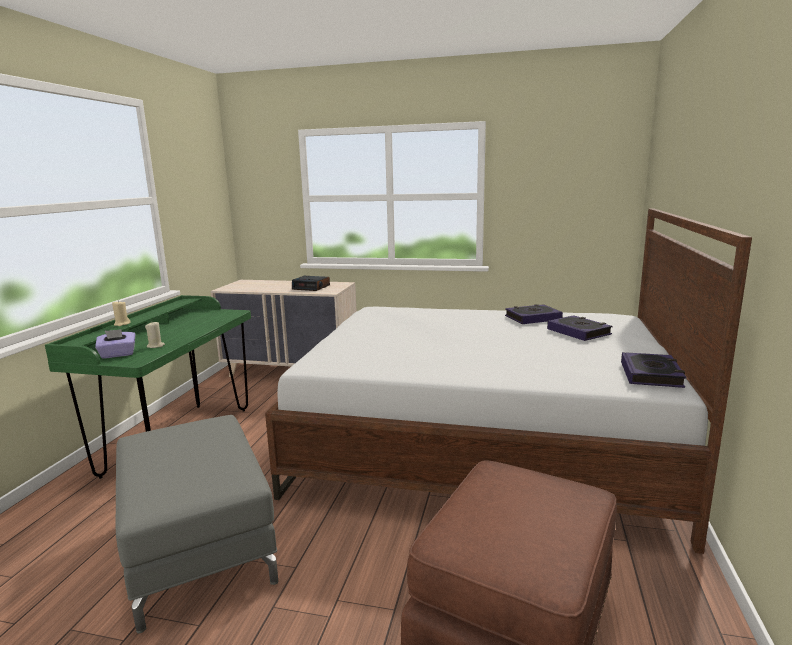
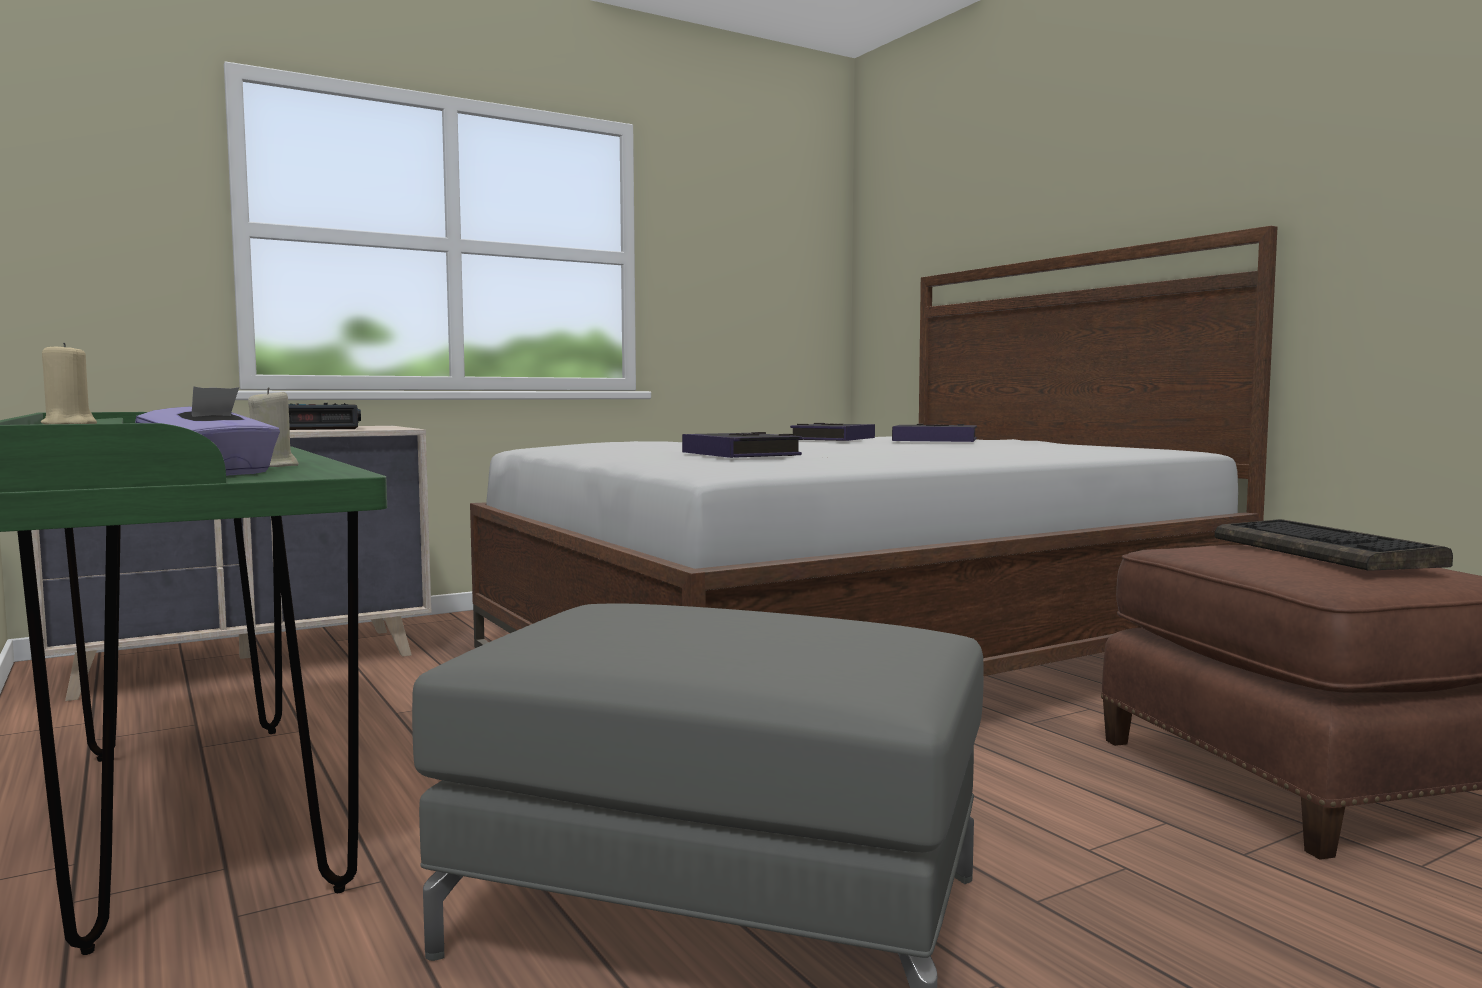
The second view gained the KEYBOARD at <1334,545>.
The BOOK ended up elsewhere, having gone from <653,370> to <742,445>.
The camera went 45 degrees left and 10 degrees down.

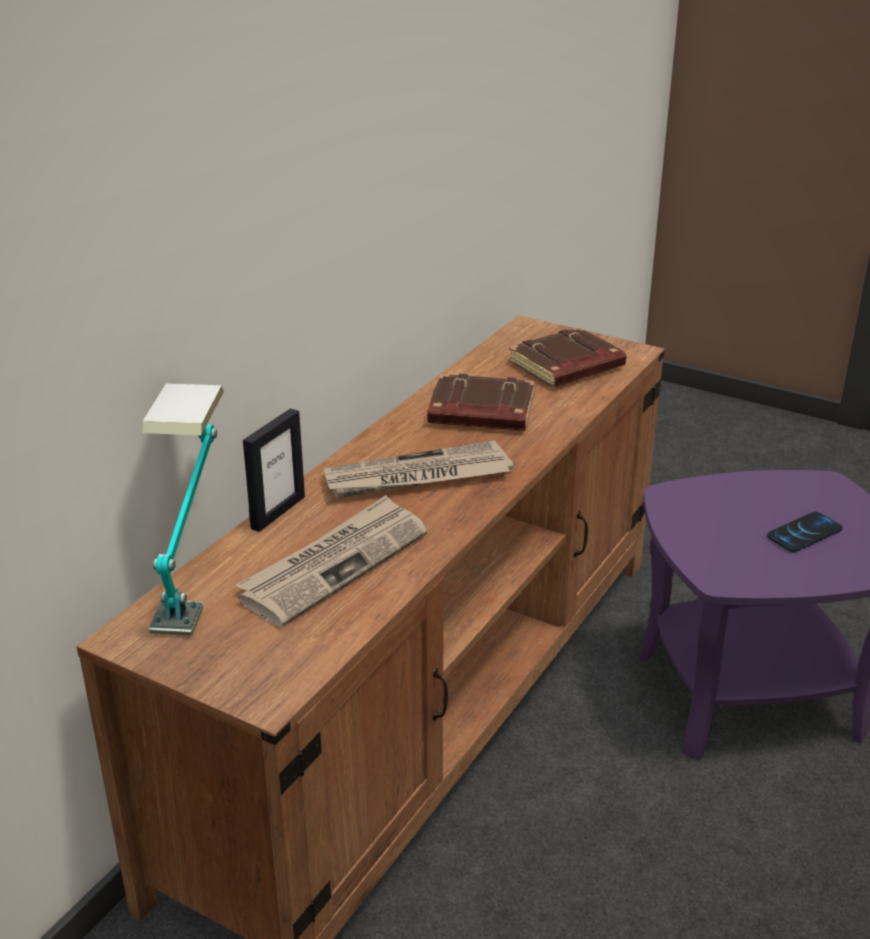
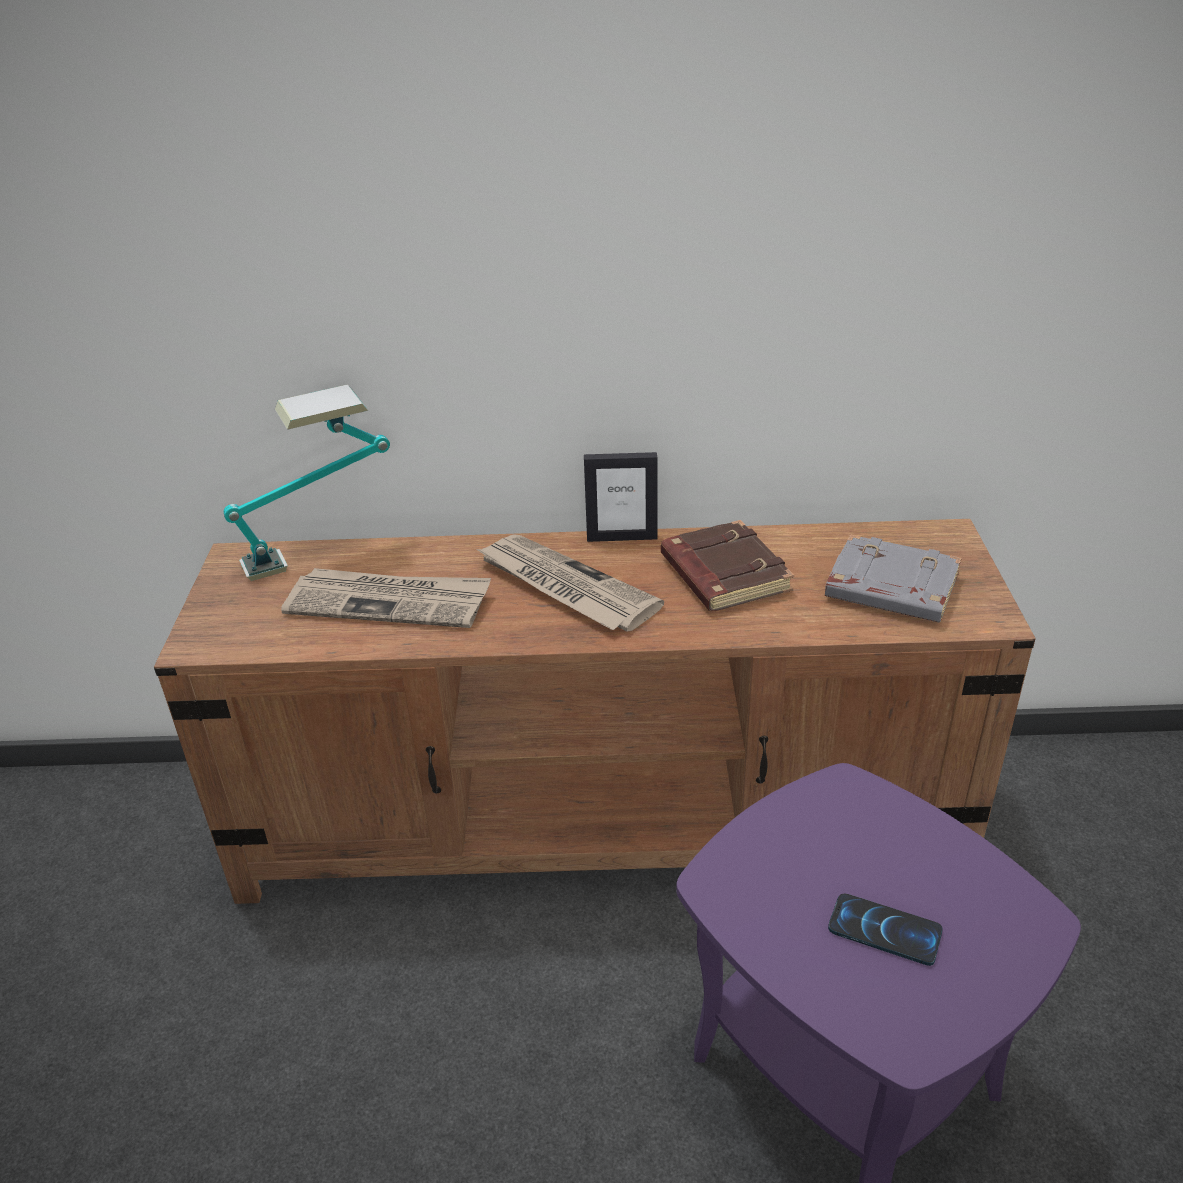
The PICTURE FRAME ended up elsewhere, having gone from <274,470> to <620,497>.
What was the BROWN BOOK at <567,357> turned into the GREY BOOK at <893,578>.
The camera went 60 degrees right and 5 degrees up.

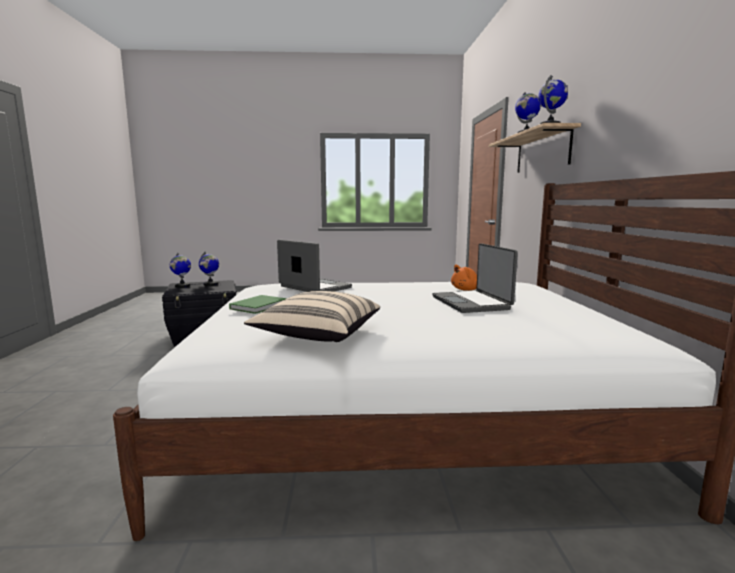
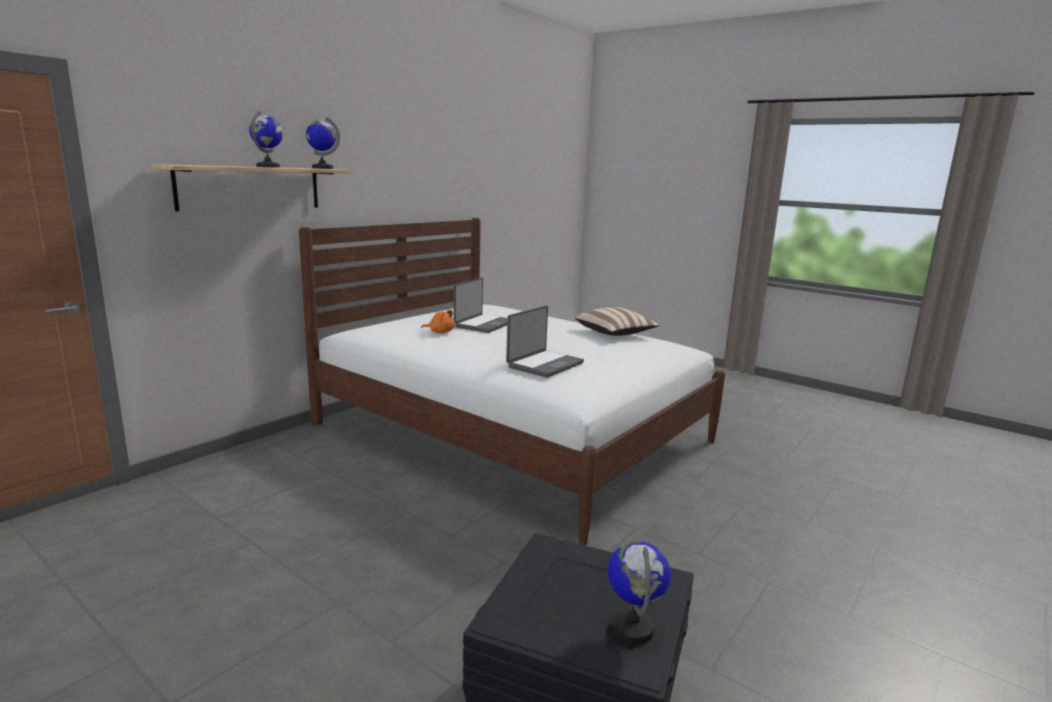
The second view lost the GLOBE at <209,269>.
The second view lost the GREEN BOOK at <258,304>.
The LAPTOP at <314,266> ended up facing another way, 135 degrees counterclockwise from before.
The camera went 140 degrees left and 5 degrees up.

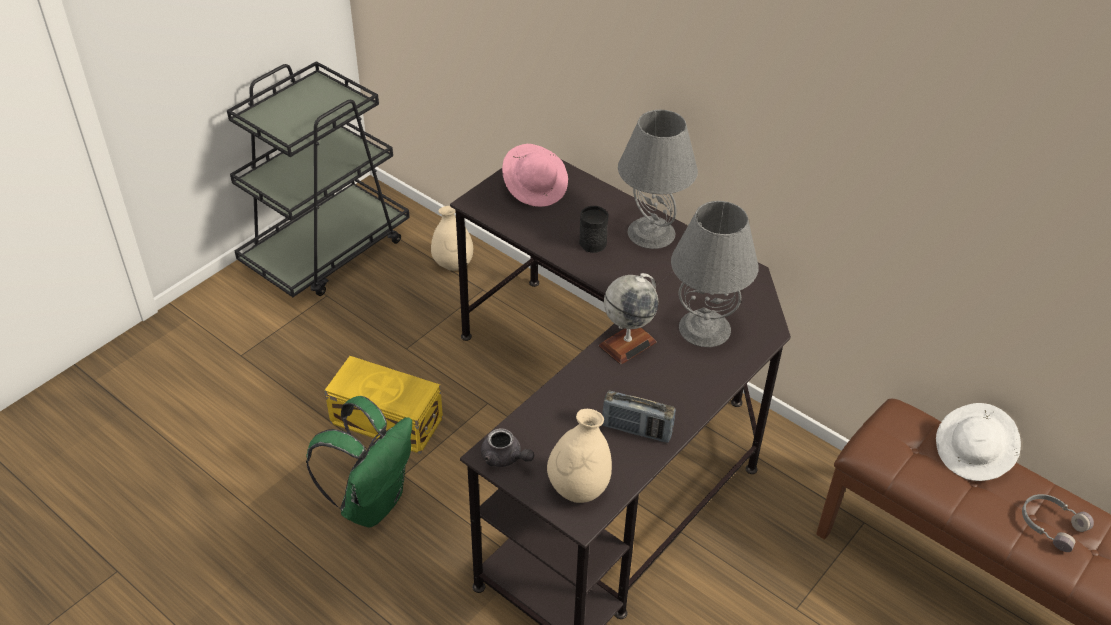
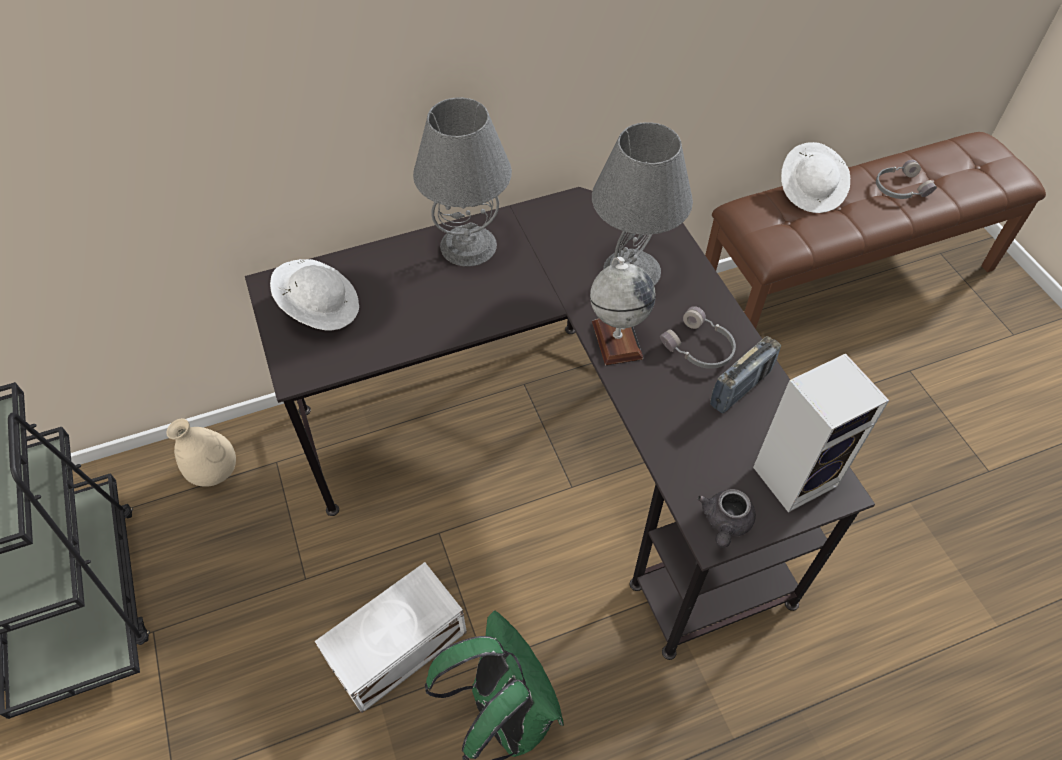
The second view lost the BLACK MUG at <594,229>.
The second view gained the GREY HEADPHONES at <698,337>.
Where the BEIGE VASE stood at <579,456>, the SPEAKER came to stand at <821,433>.
What was the YELLOW STORAGE BOX at <384,405> turned into the WHITE STORAGE BOX at <391,637>.
What was the PINK HAT at <535,175> turned into the WHITE HAT at <314,294>.
The GREY TEAPOT at <507,447> ended up facing another way, 135 degrees clockwise from before.
The camera went 60 degrees left and 10 degrees up.

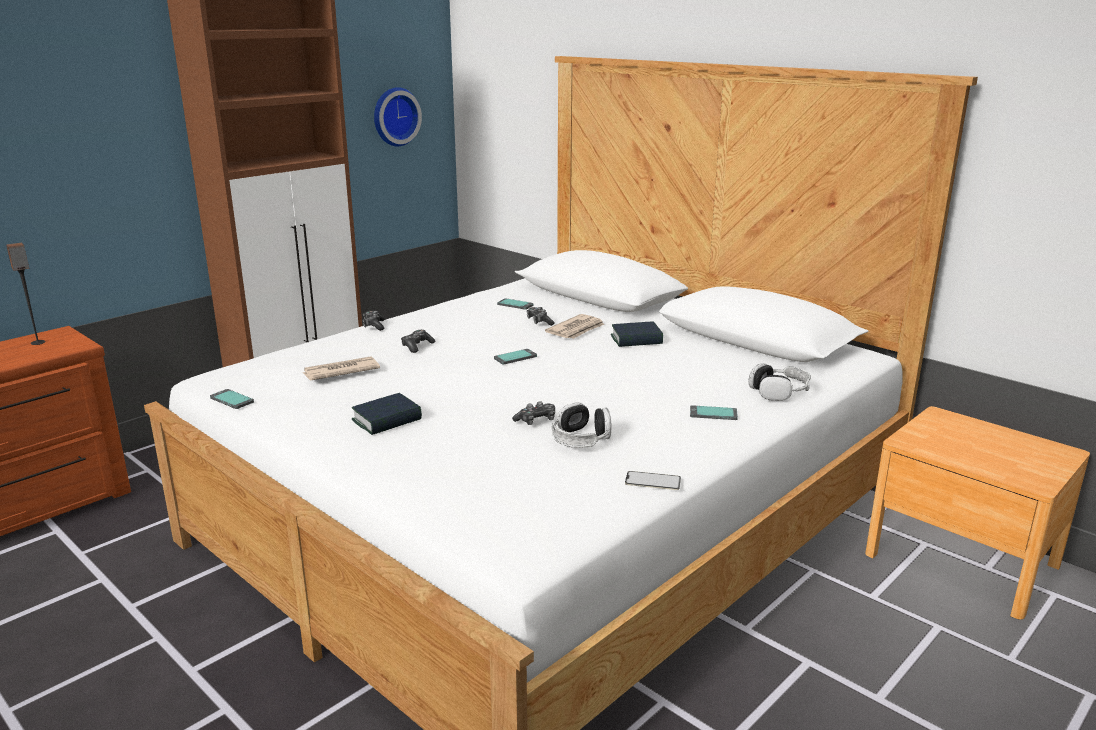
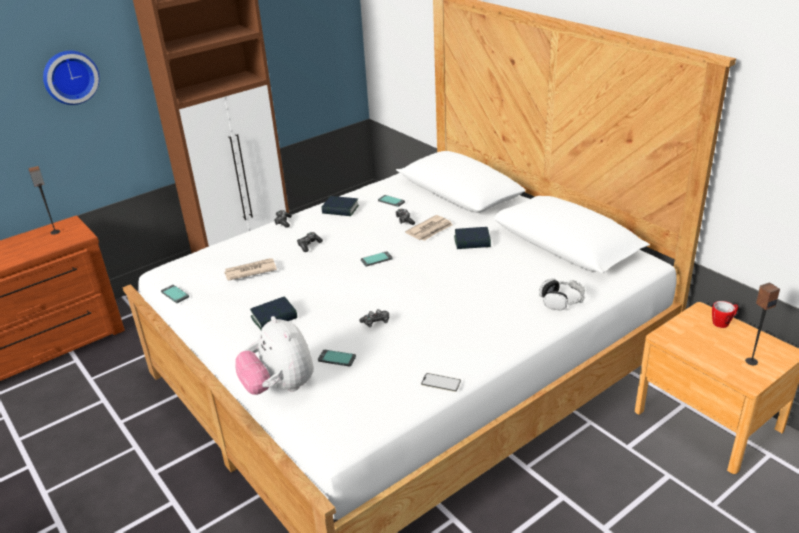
The second view lost the HEADPHONES at <581,425>.
The second view gained the PLUSH TOY at <274,355>.
The second view gained the BOOK at <340,206>.
The second view gained the MUG at <725,314>.
The second view gained the SPEAKER at <762,323>.
The WALL CLOCK ended up elsewhere, having gone from <398,116> to <71,78>.
The PHONE ended up elsewhere, having gone from <714,412> to <337,358>.
The camera went 10 degrees right and 10 degrees up.

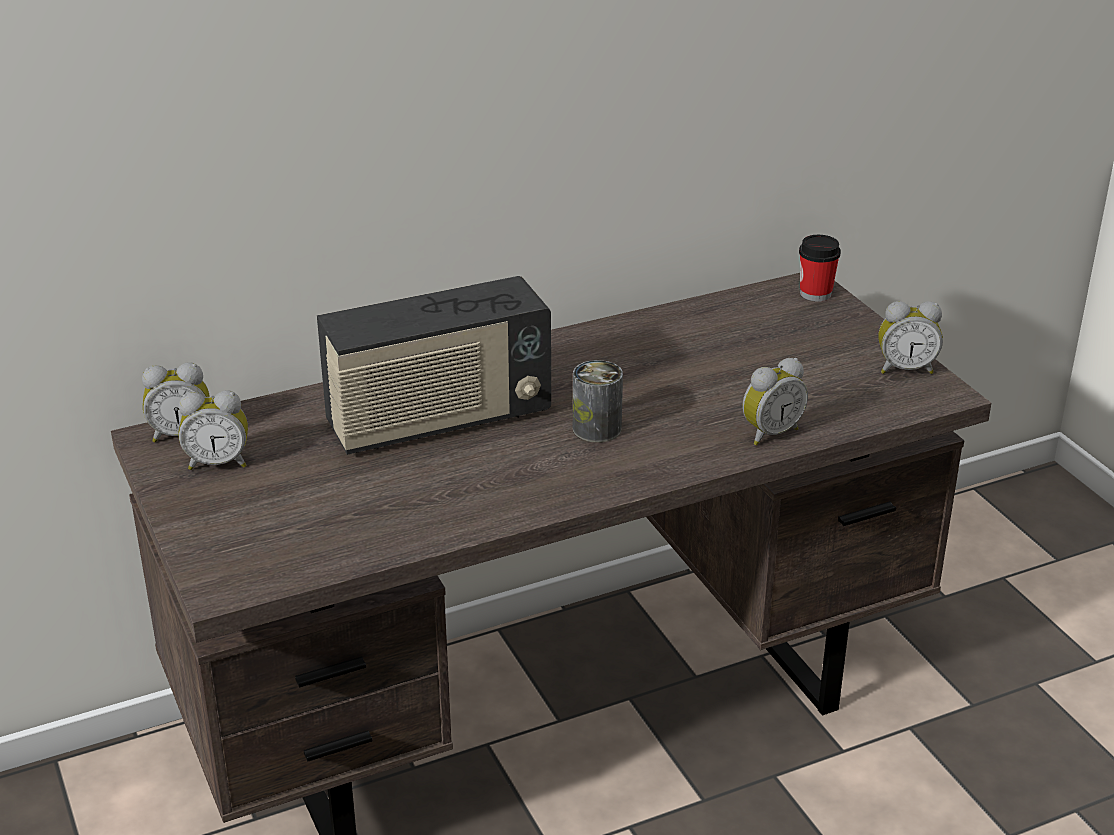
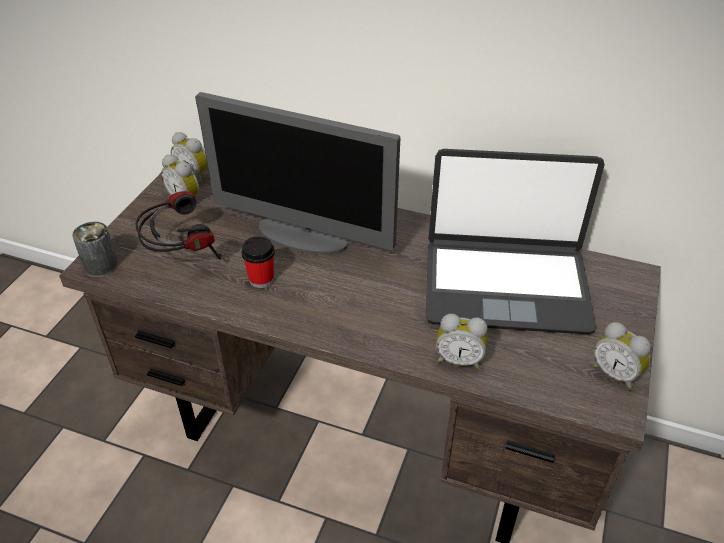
The second view gained the HEADPHONES at <178,225>.
The second view gained the LAPTOP at <515,241>.
The CAN ended up elsewhere, having gone from <598,401> to <95,249>.
The CUP ended up elsewhere, having gone from <820,268> to <258,262>.
Where the RADIO stood at <434,365>, the MONITOR came to stand at <297,173>.
The camera went 45 degrees right and 10 degrees up.

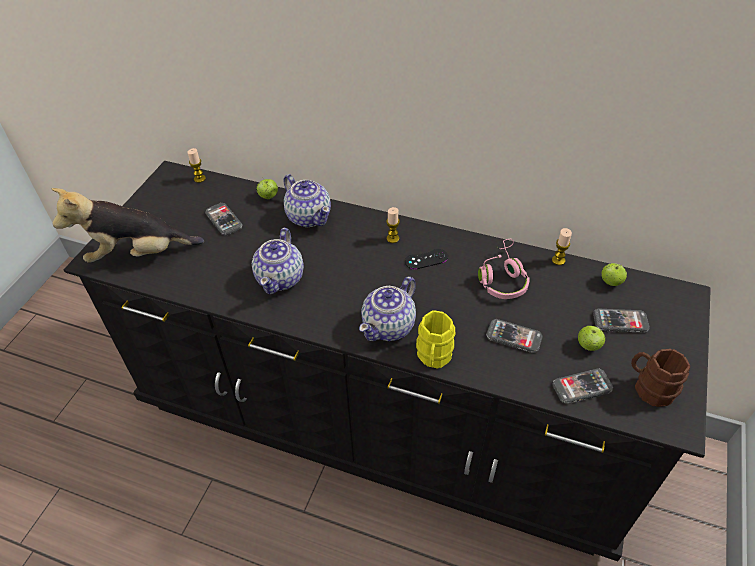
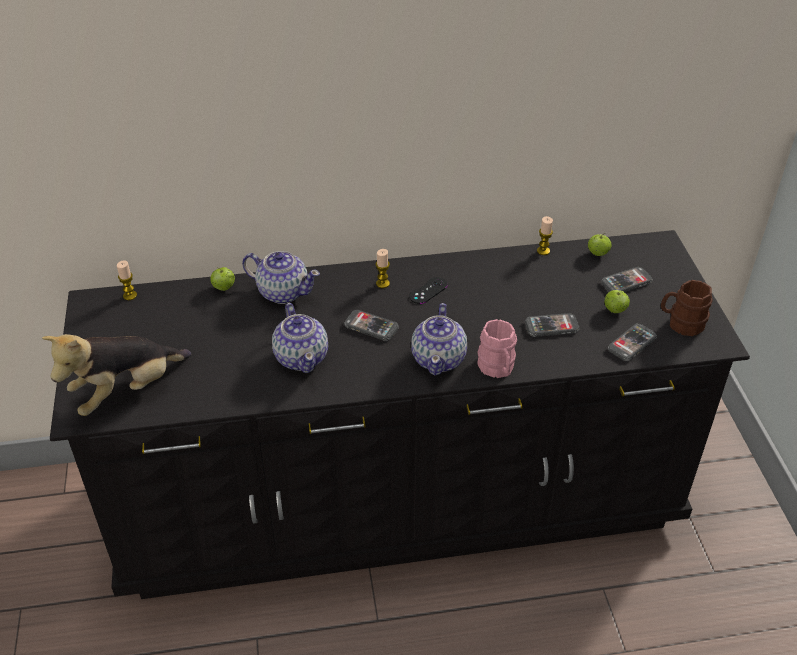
The second view lost the PINK HEADPHONES at <504,269>.
The PHONE ended up elsewhere, having gone from <224,219> to <371,325>.
What was the YELLOW MUG at <435,339> turned into the PINK MUG at <497,348>.
The camera went 30 degrees left and 5 degrees down.

